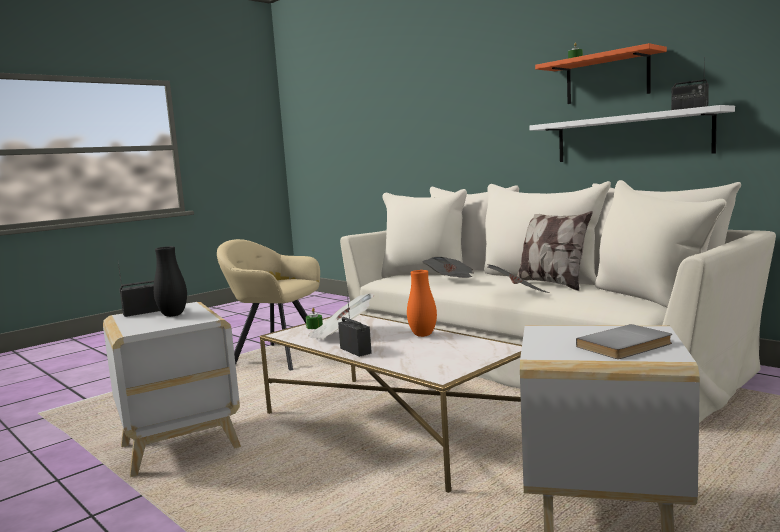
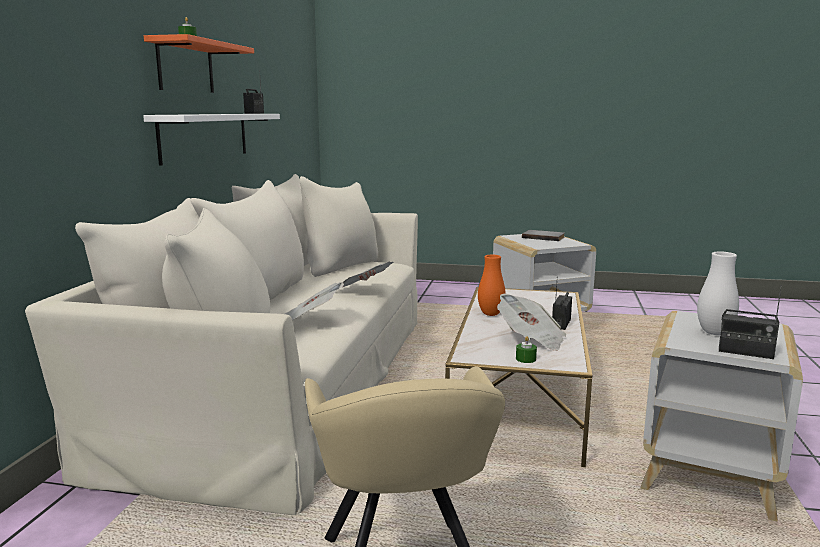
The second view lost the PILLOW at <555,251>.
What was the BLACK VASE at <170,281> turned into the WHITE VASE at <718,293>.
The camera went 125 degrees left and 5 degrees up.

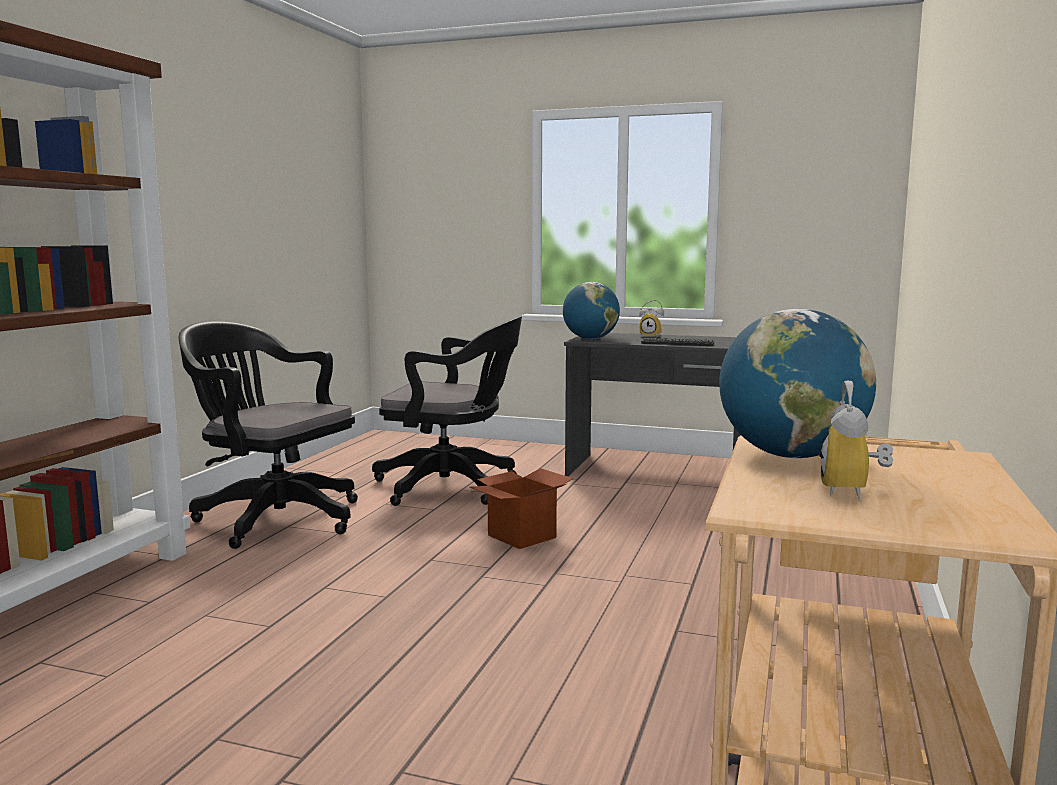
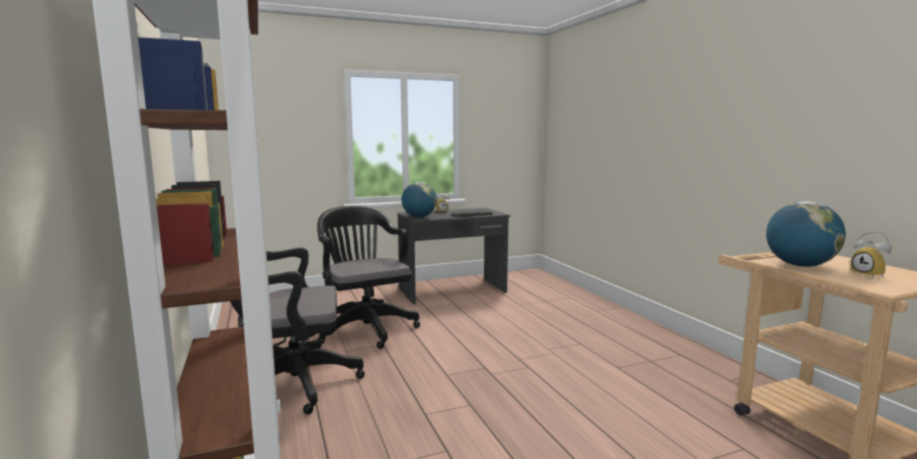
The second view lost the CARDBOARD BOX at <521,508>.
The BLACK OFFICE CHAIR at <447,411> ended up facing another way, 90 degrees counterclockwise from before.
The camera went 40 degrees left and 0 degrees up.

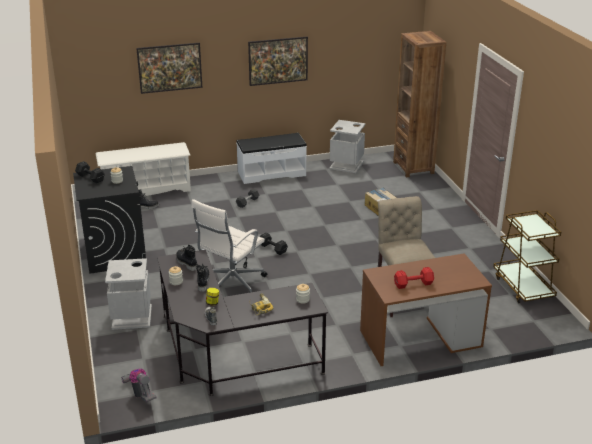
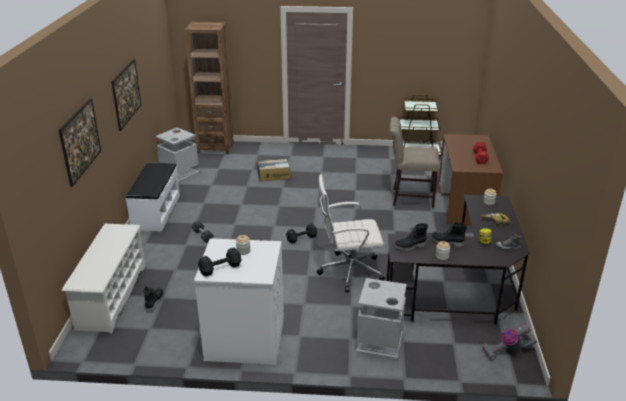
What was the BLACK WASHING MACHINE at <109,220> turned into the WHITE WASHING MACHINE at <239,301>.
The WHITE OFFICE CHAIR at <229,246> ended up facing another way, 120 degrees clockwise from before.
The camera went 70 degrees left and 0 degrees up.

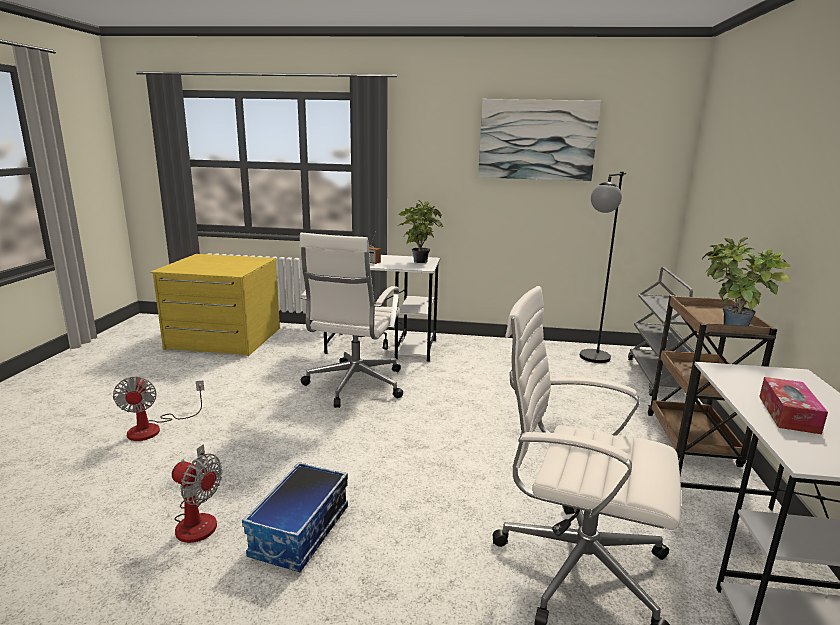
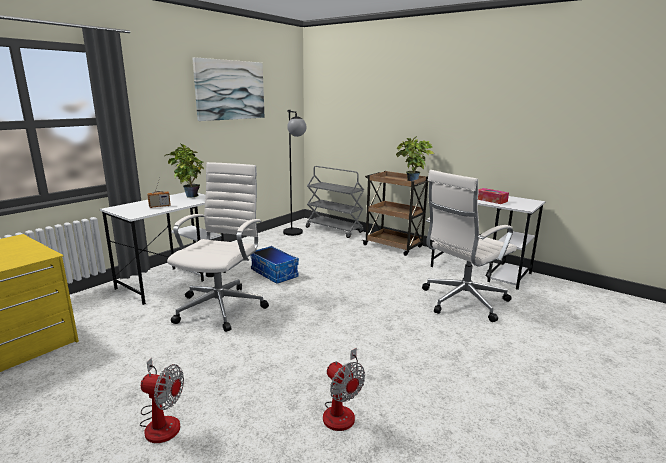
The STORAGE BOX ended up elsewhere, having gone from <295,517> to <274,265>.
The FAN at <197,493> ended up facing another way, 90 degrees clockwise from before.
The WHITE OFFICE CHAIR at <351,320> ended up facing another way, 120 degrees counterclockwise from before.
The camera went 60 degrees left and 0 degrees up.

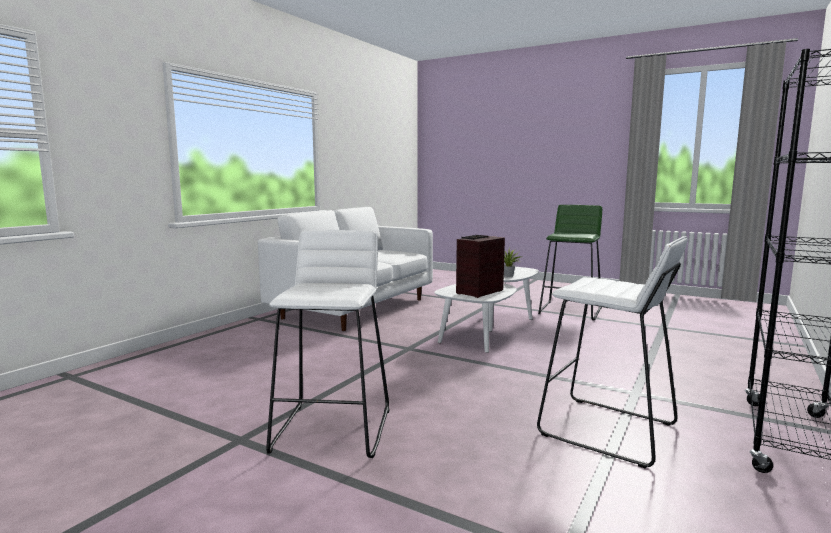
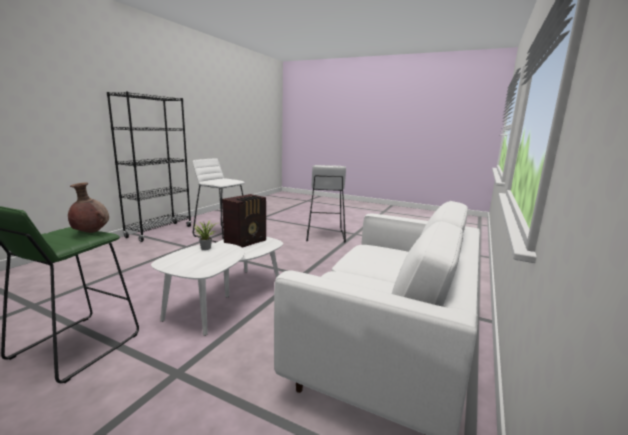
The second view gained the BROWN VASE at <88,208>.
The camera went 175 degrees right and 5 degrees up.

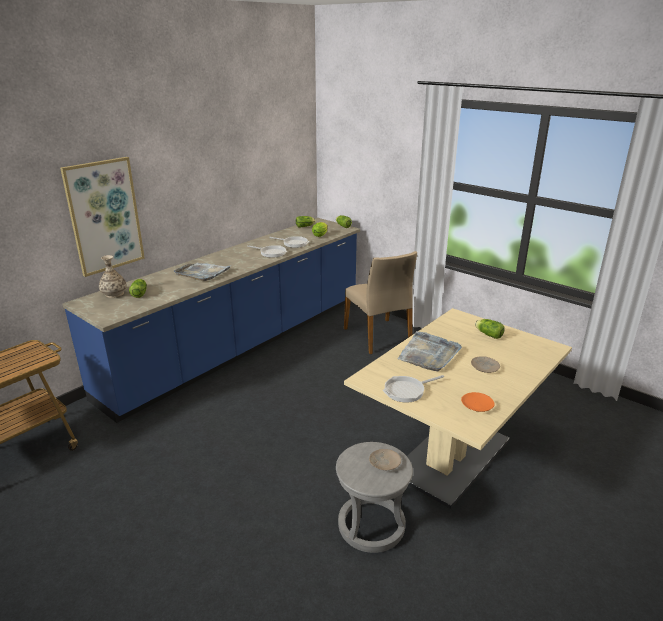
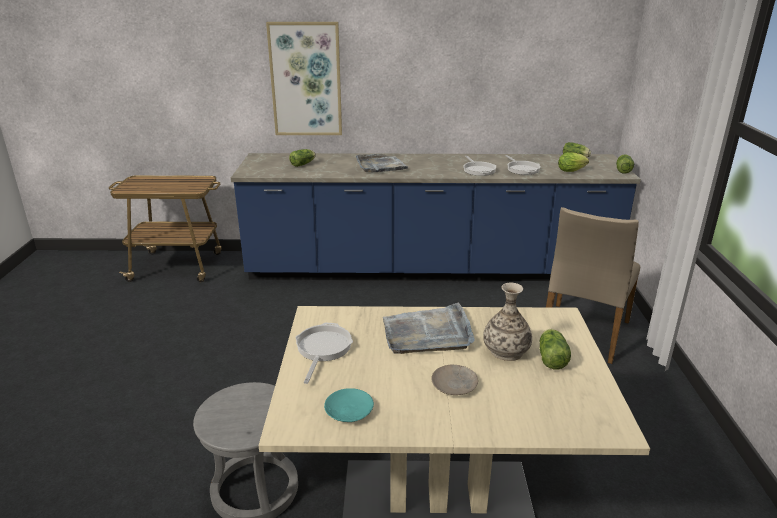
The second view lost the BEIGE PLATE at <385,459>.
The VASE ended up elsewhere, having gone from <113,276> to <507,322>.
What was the ORANGE PLATE at <478,402> turned into the TURQUOISE PLATE at <349,405>.
The FRYING PAN at <413,389> ended up facing another way, 75 degrees clockwise from before.
The camera went 50 degrees right and 0 degrees up.

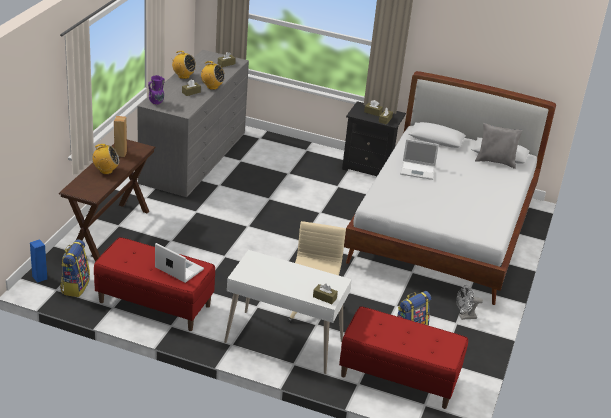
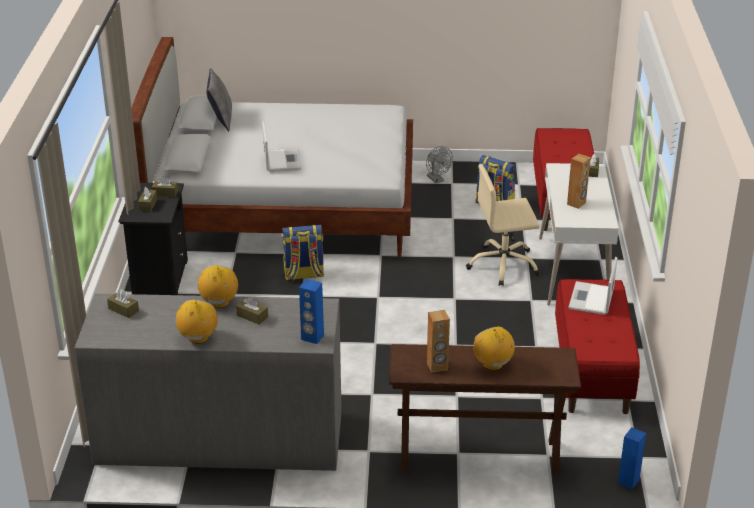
The second view gained the BROWN SPEAKER at <579,181>.
The BACKPACK ended up elsewhere, having gone from <75,268> to <303,252>.
Where the PURPLE VASE stood at <156,90>, the BLUE SPEAKER came to stand at <311,311>.
The camera went 105 degrees left and 0 degrees up.

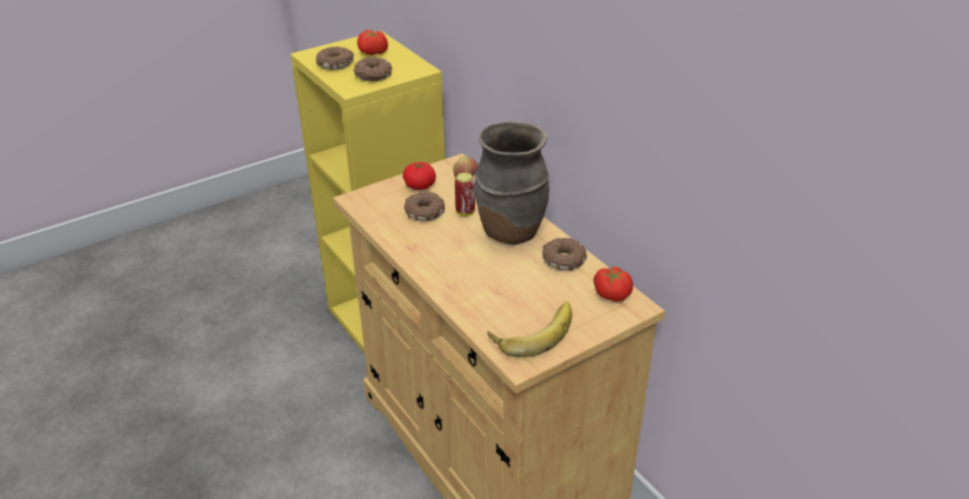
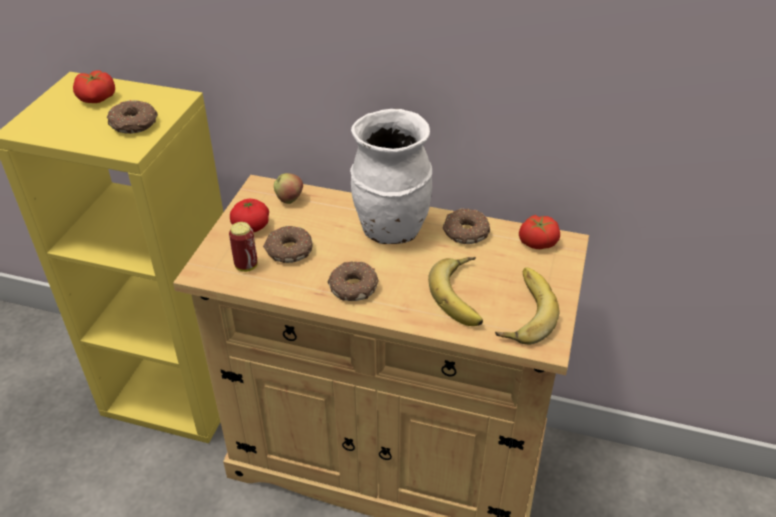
The second view gained the BANANA at <455,291>.
The DONUT ended up elsewhere, having gone from <335,58> to <353,281>.
The CAN ended up elsewhere, having gone from <465,194> to <243,247>.
What was the BROWN VASE at <512,182> turned into the WHITE VASE at <391,176>.
The camera went 40 degrees left and 5 degrees up.

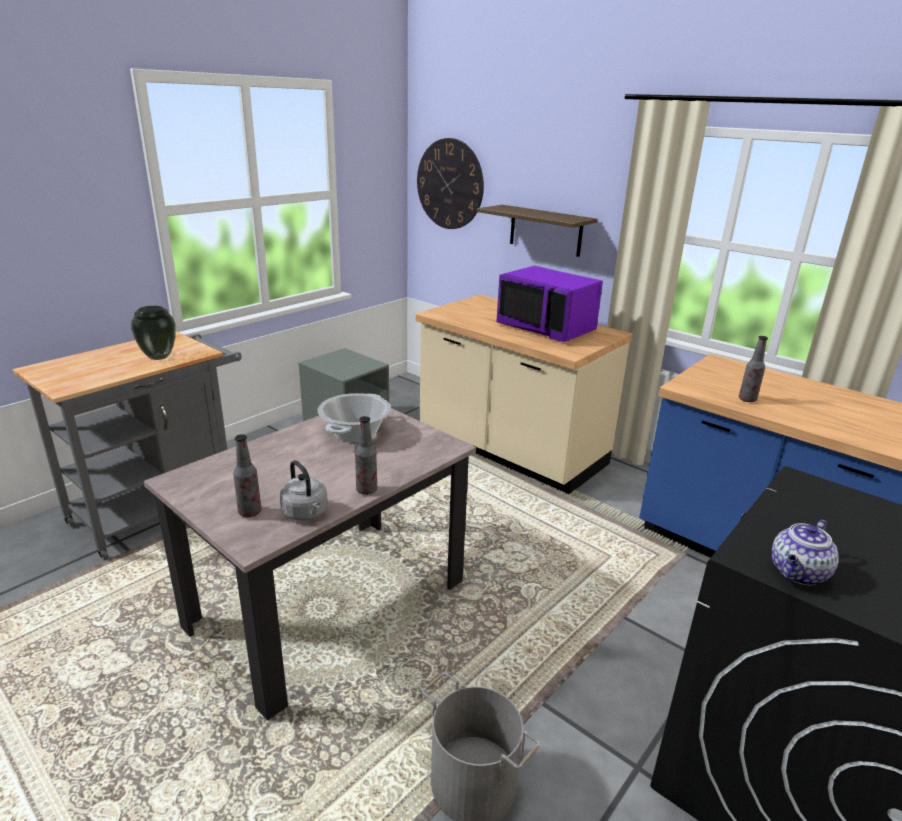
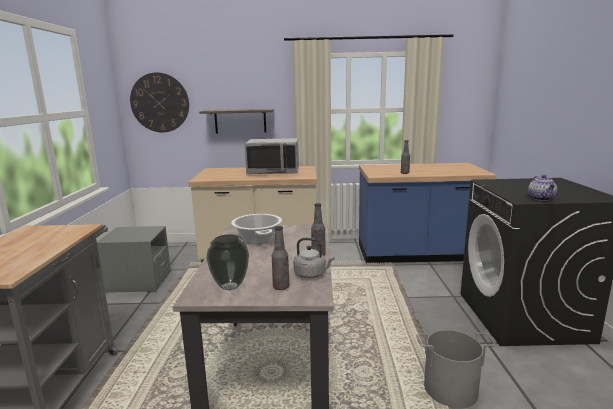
The VASE ended up elsewhere, having gone from <153,333> to <228,262>.
What was the PURPLE MICROWAVE at <549,304> turned into the GREY MICROWAVE at <271,156>.
The camera went 40 degrees left and 10 degrees down.

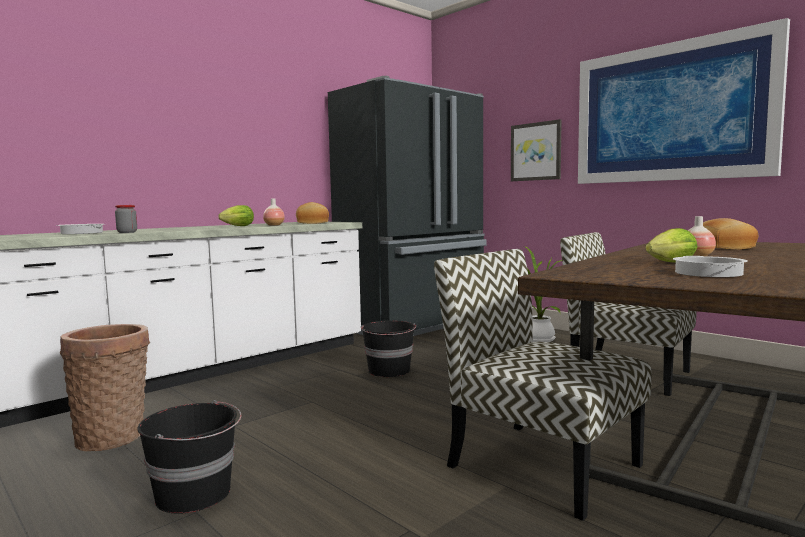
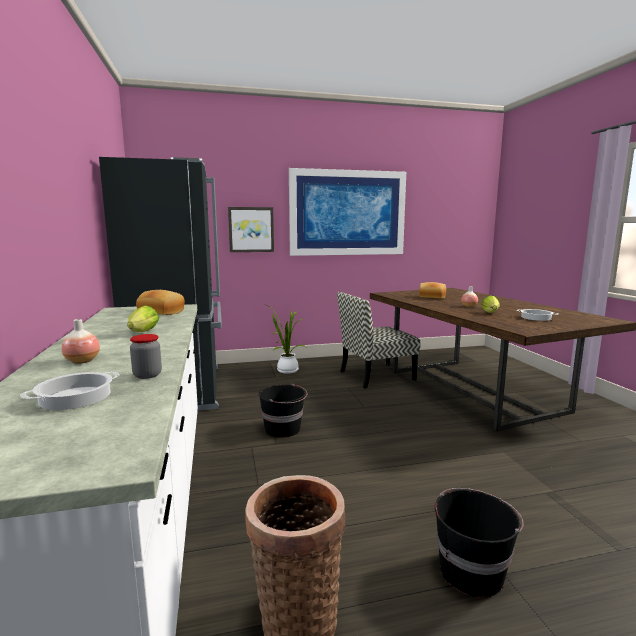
The second view lost the CHAIR at <542,385>.
The VASE ended up elsewhere, having gone from <274,212> to <81,341>.
The camera went 60 degrees left and 5 degrees up.

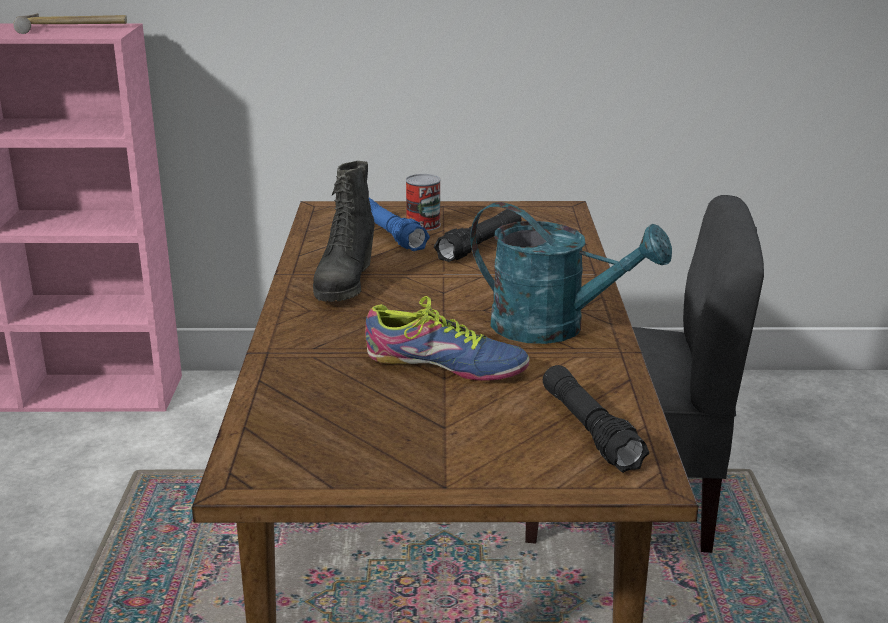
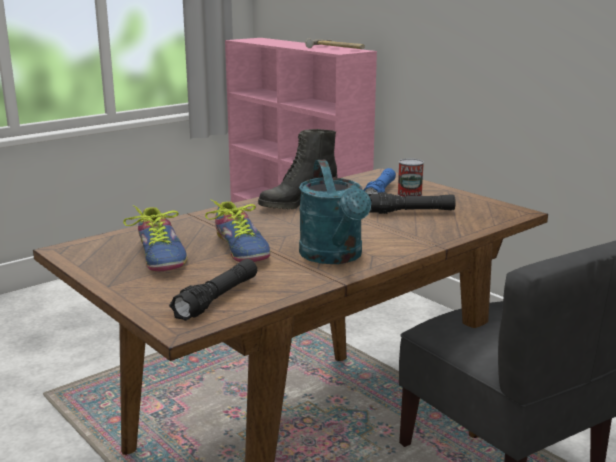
The second view gained the SHOE at <155,238>.
The camera went 50 degrees right and 5 degrees down.

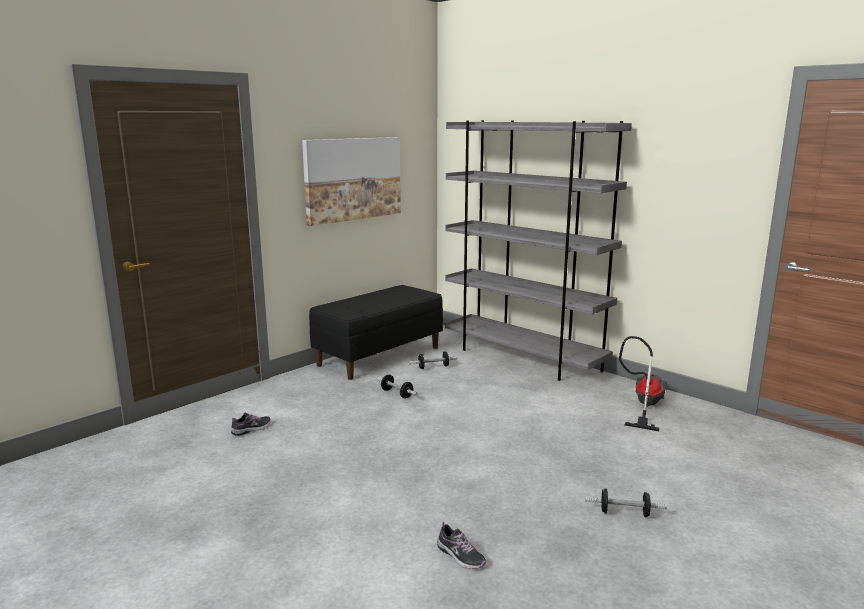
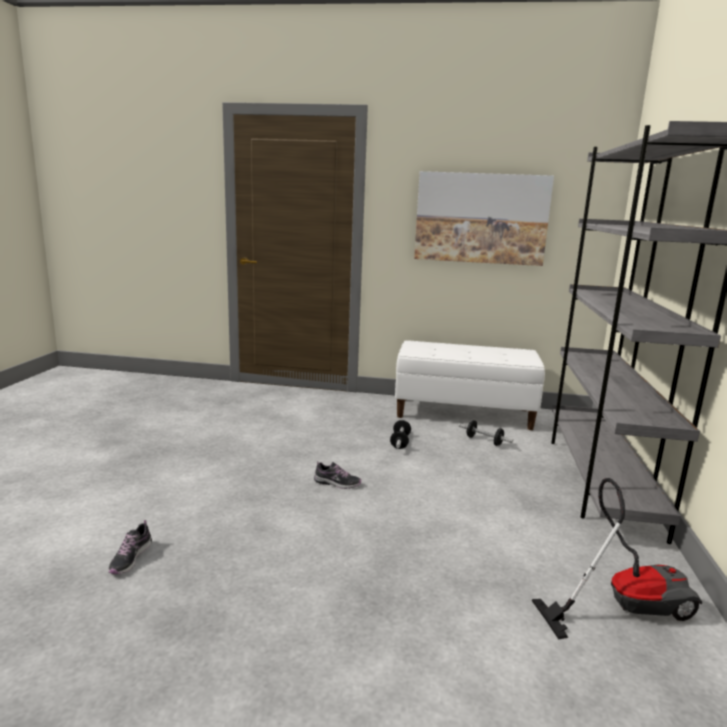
The second view lost the DUMBBELL at <626,502>.
The SHOE ended up elsewhere, having gone from <251,424> to <337,475>.
What was the BLACK BENCH at <376,332> turned into the WHITE BENCH at <470,385>.
The camera went 55 degrees right and 0 degrees up.

